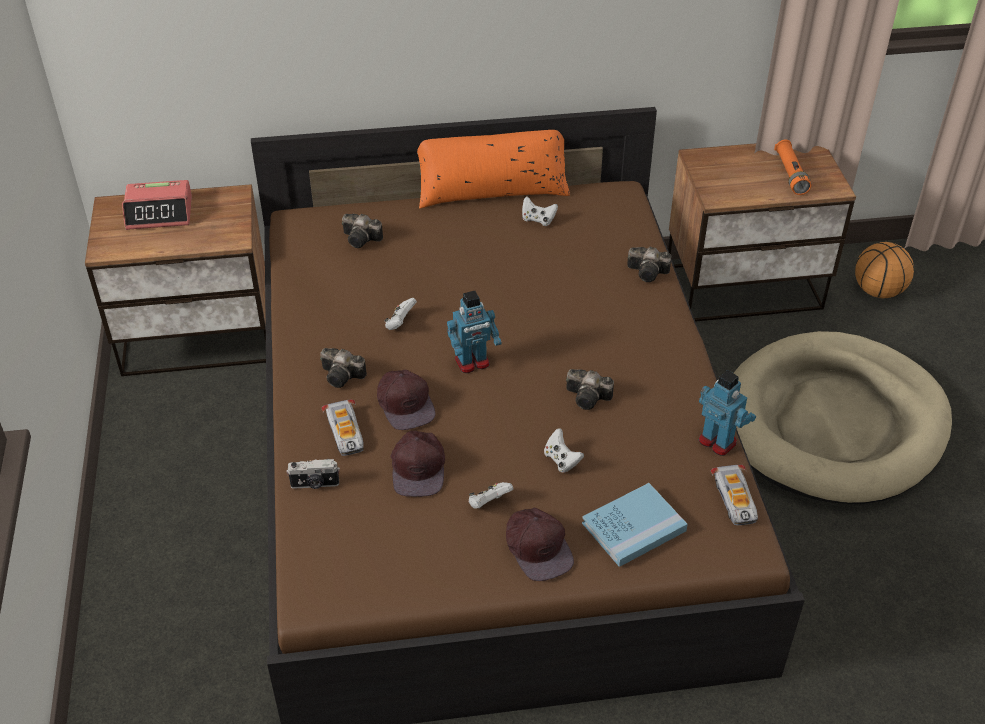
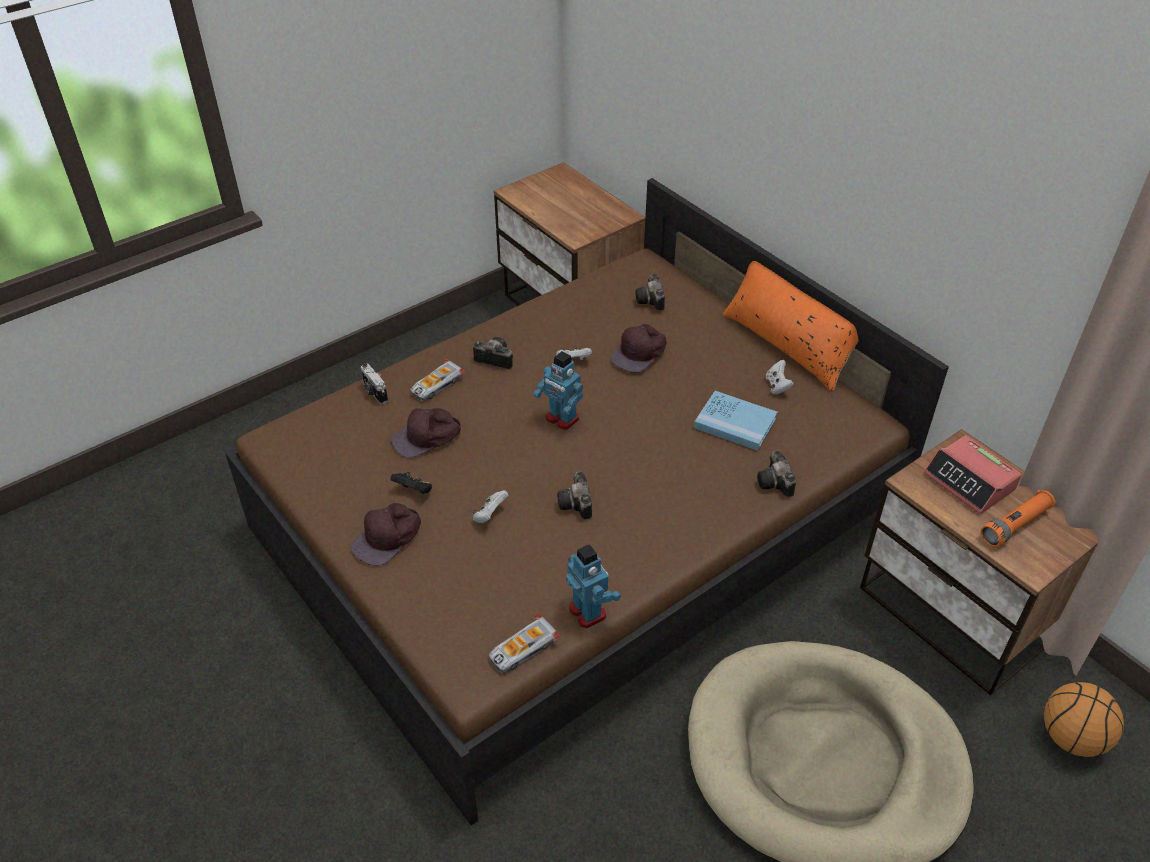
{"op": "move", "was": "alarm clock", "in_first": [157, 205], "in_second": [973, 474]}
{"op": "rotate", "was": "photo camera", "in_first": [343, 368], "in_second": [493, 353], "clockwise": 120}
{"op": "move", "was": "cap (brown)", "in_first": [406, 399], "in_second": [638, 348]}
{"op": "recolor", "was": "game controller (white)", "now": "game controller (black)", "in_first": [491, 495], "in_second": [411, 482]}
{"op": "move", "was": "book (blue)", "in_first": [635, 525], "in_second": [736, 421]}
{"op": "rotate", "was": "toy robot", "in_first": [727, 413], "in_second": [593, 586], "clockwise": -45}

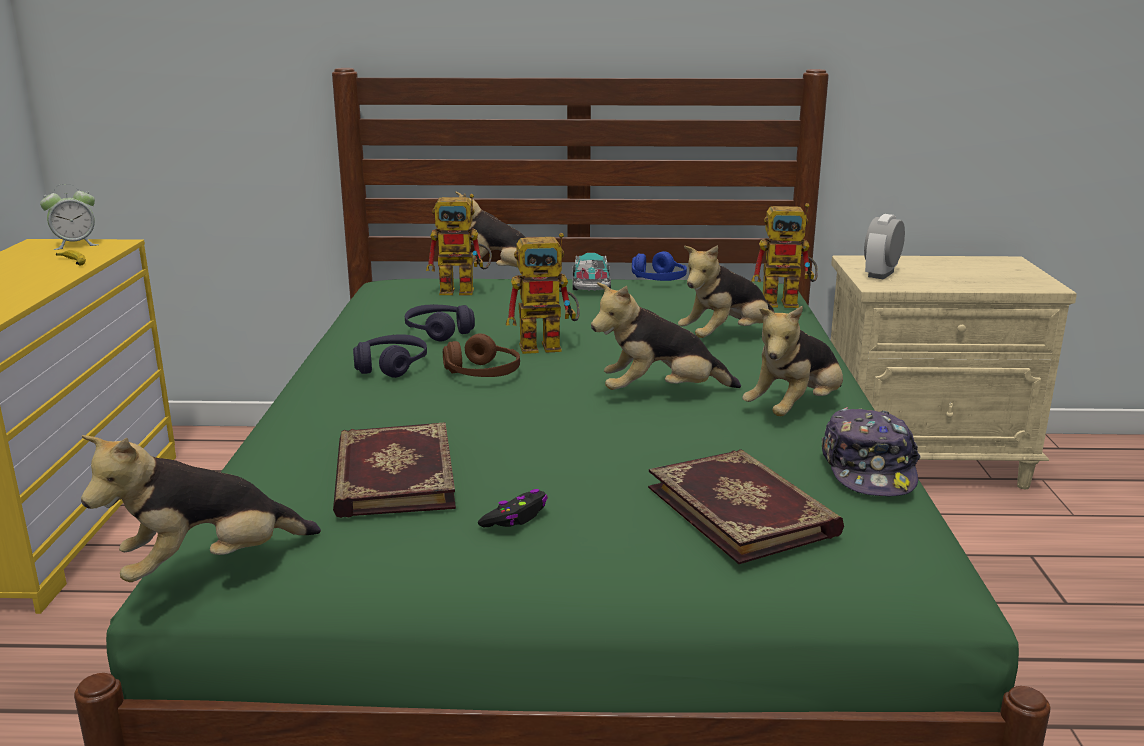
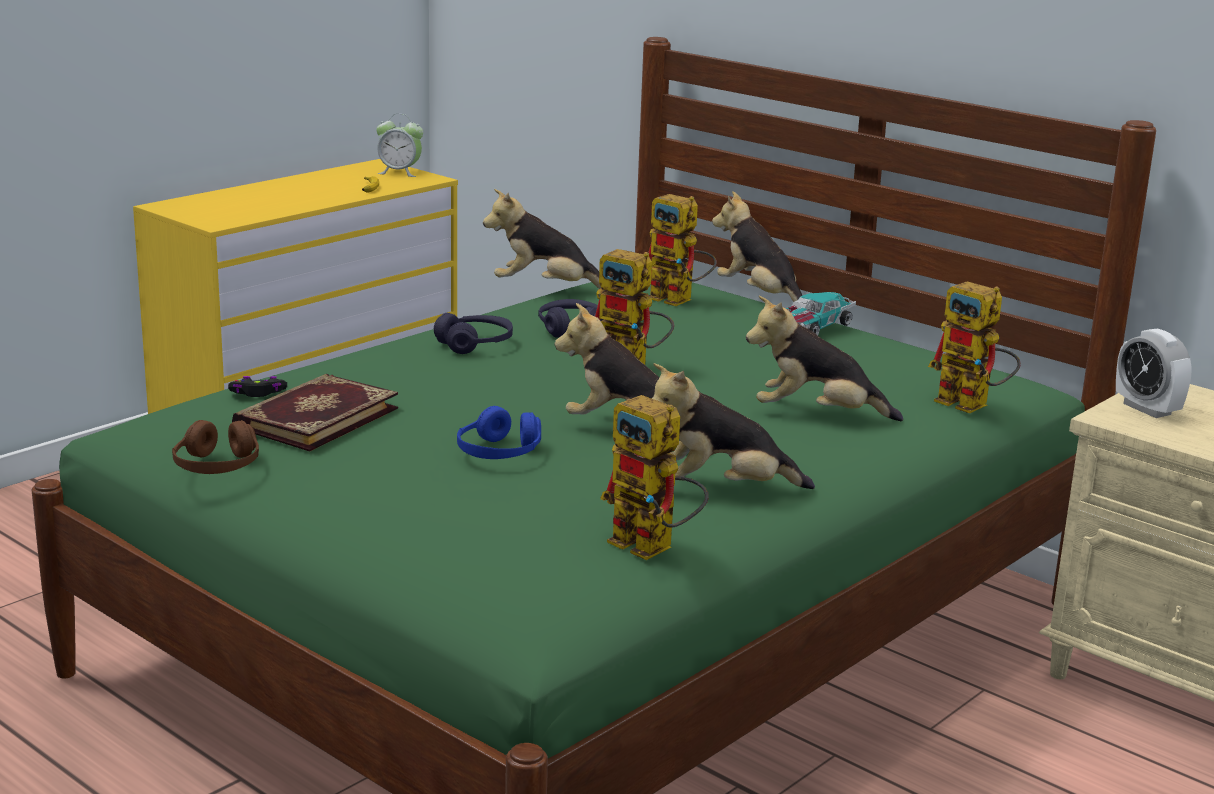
{"op": "move", "was": "plush toy", "in_first": [201, 508], "in_second": [542, 238]}
{"op": "move", "was": "headphones (brown)", "in_first": [481, 355], "in_second": [215, 447]}
{"op": "move", "was": "game controller (black)", "in_first": [513, 508], "in_second": [257, 386]}
{"op": "move", "was": "headphones (blue)", "in_first": [659, 266], "in_second": [499, 432]}
{"op": "delete", "was": "book", "in_first": [746, 506]}
{"op": "replace", "was": "cap", "now": "toy robot", "in_first": [871, 452], "in_second": [654, 477]}
{"op": "rotate", "was": "alarm clock", "in_first": [884, 247], "in_second": [1154, 373], "clockwise": -105}

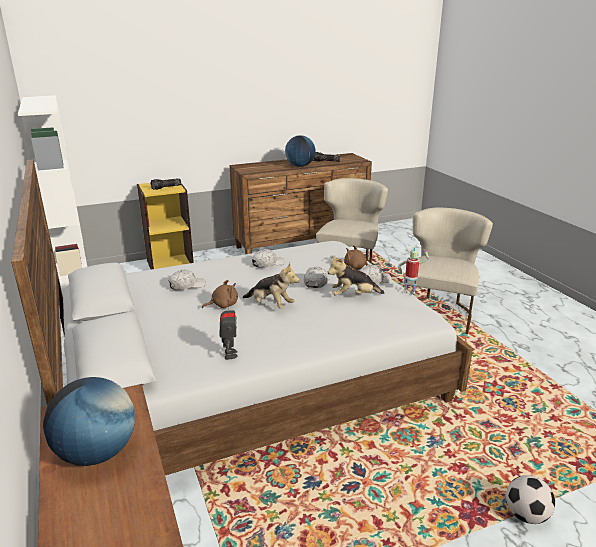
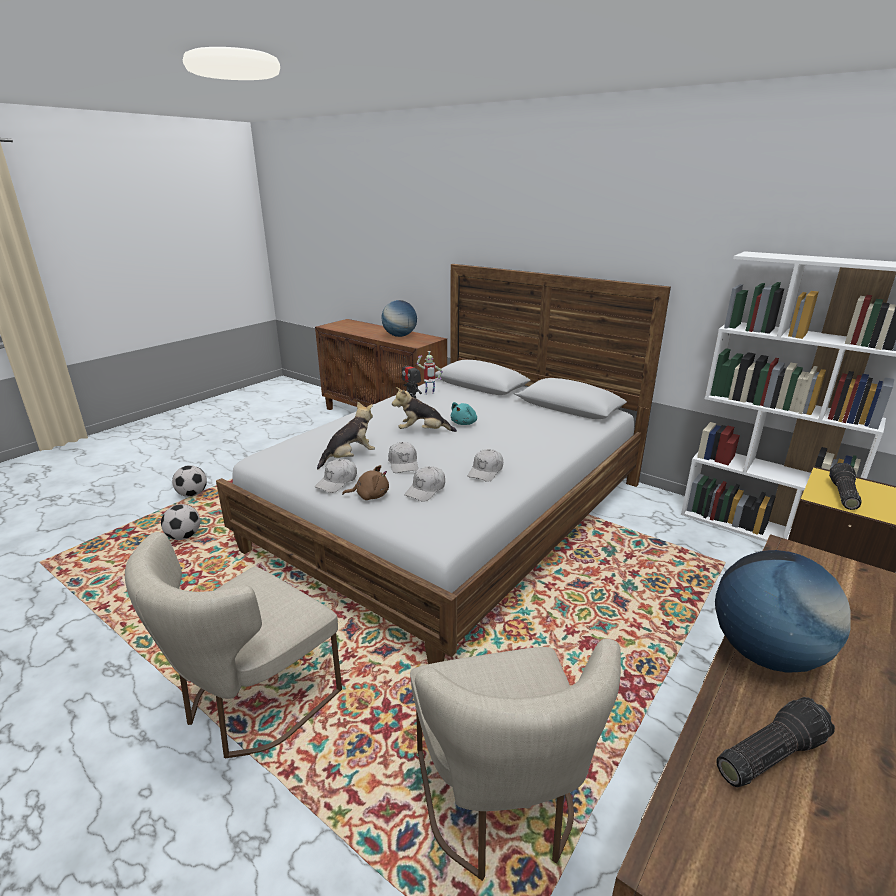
{"op": "move", "was": "cap (white)", "in_first": [187, 279], "in_second": [425, 484]}
{"op": "recolor", "was": "plush toy (brown)", "now": "plush toy (turquoise)", "in_first": [220, 294], "in_second": [464, 413]}
{"op": "move", "was": "toy robot", "in_first": [413, 270], "in_second": [430, 373]}
{"op": "rotate", "was": "chair (beige)", "in_first": [448, 271], "in_second": [233, 645], "clockwise": 45}
{"op": "insert", "now": "football", "in_second": [180, 522]}

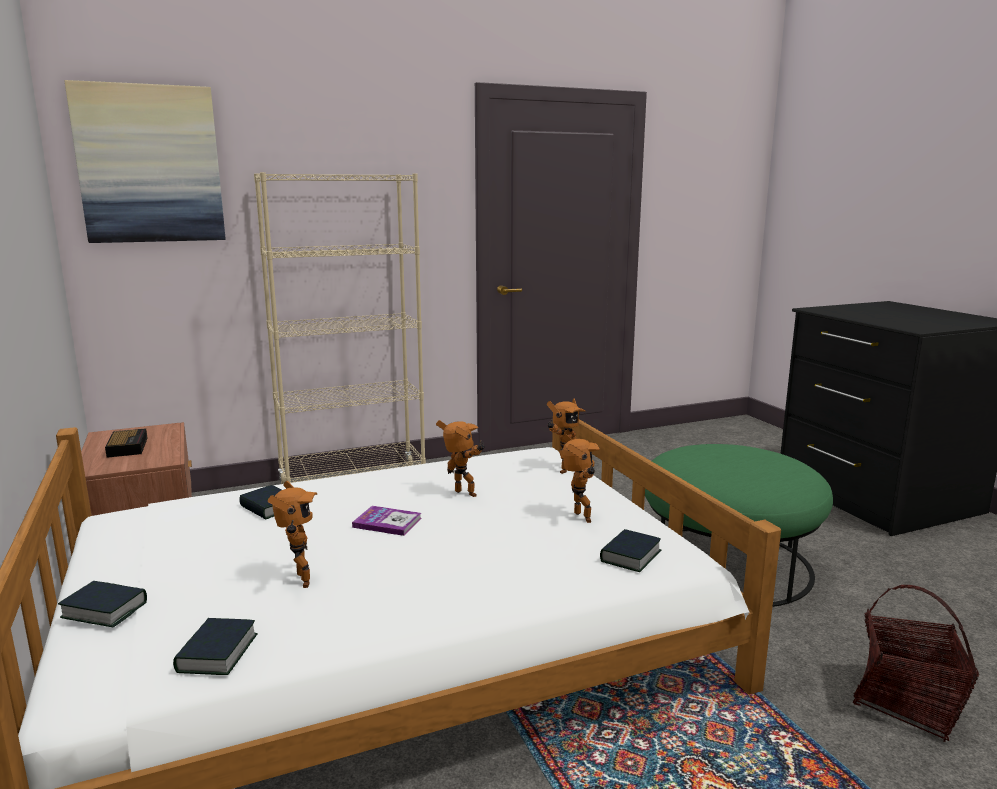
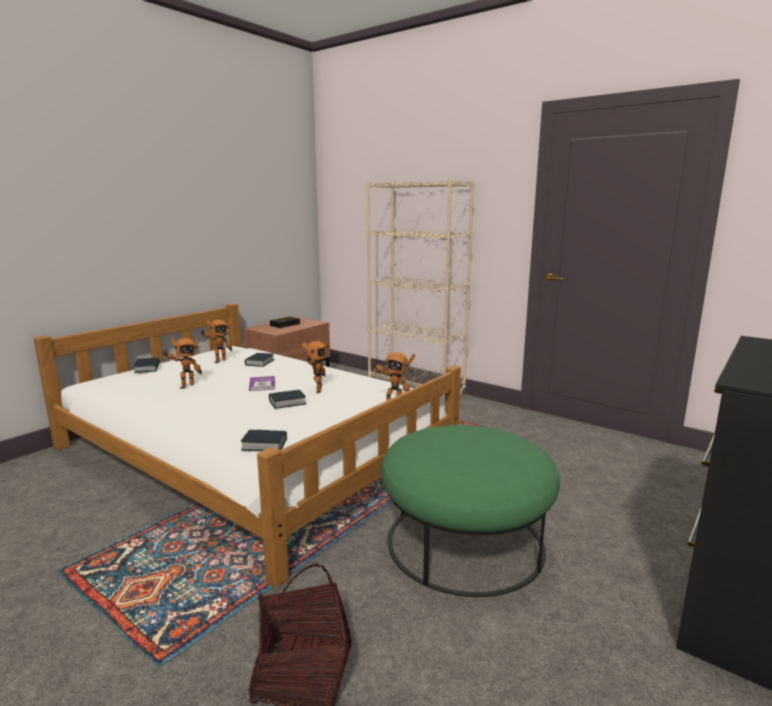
{"op": "delete", "was": "picture", "in_first": [145, 161]}
{"op": "move", "was": "book", "in_first": [215, 646], "in_second": [288, 399]}
{"op": "move", "was": "toy robot", "in_first": [581, 478], "in_second": [216, 341]}

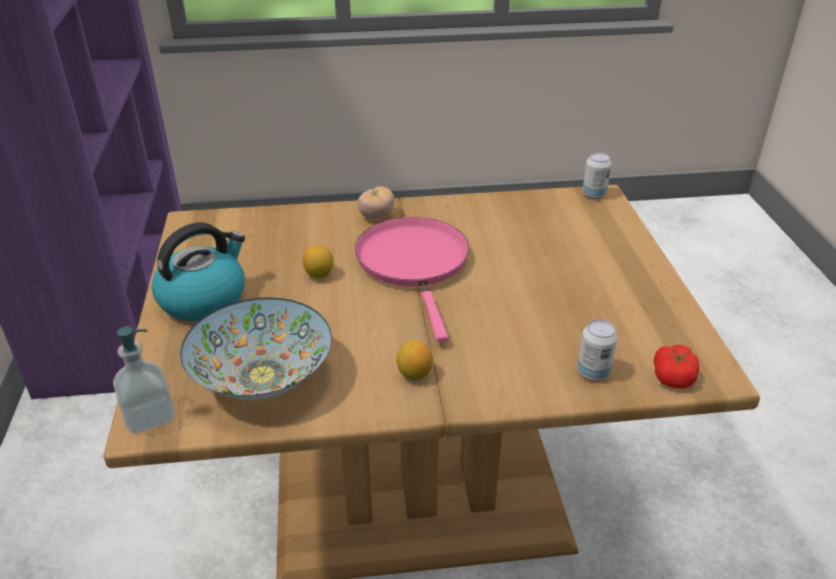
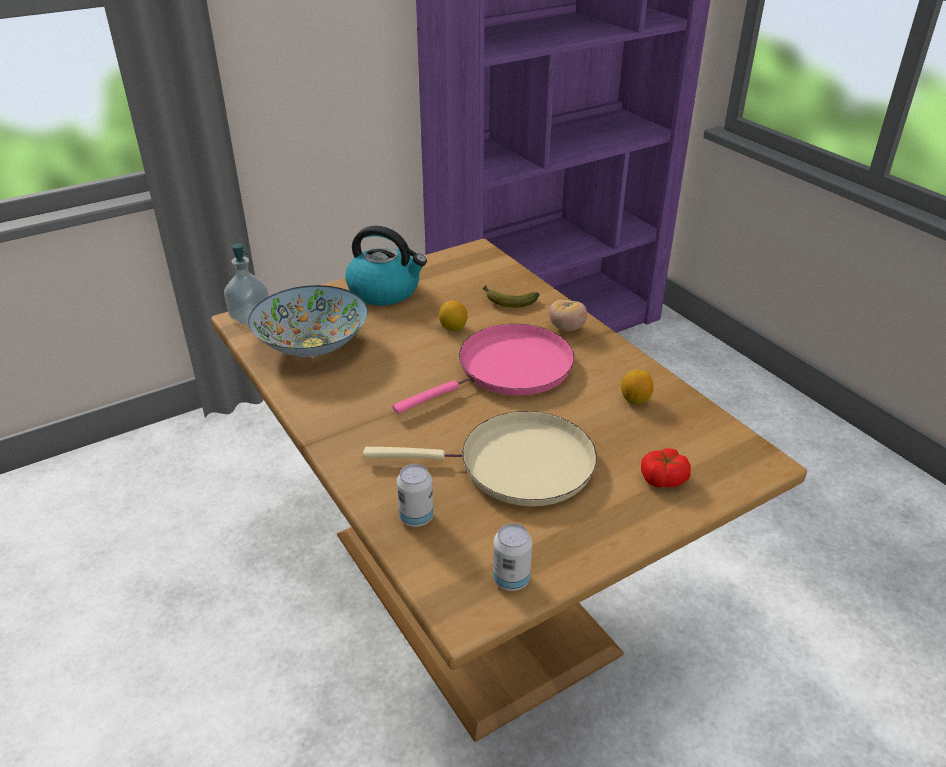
{"op": "move", "was": "lemon", "in_first": [414, 360], "in_second": [637, 387]}
{"op": "move", "was": "can", "in_first": [597, 175], "in_second": [512, 557]}
{"op": "move", "was": "tomato", "in_first": [676, 367], "in_second": [666, 467]}
{"op": "insert", "now": "frying pan (beige)", "in_second": [480, 458]}
{"op": "insert", "now": "banana", "in_second": [510, 296]}

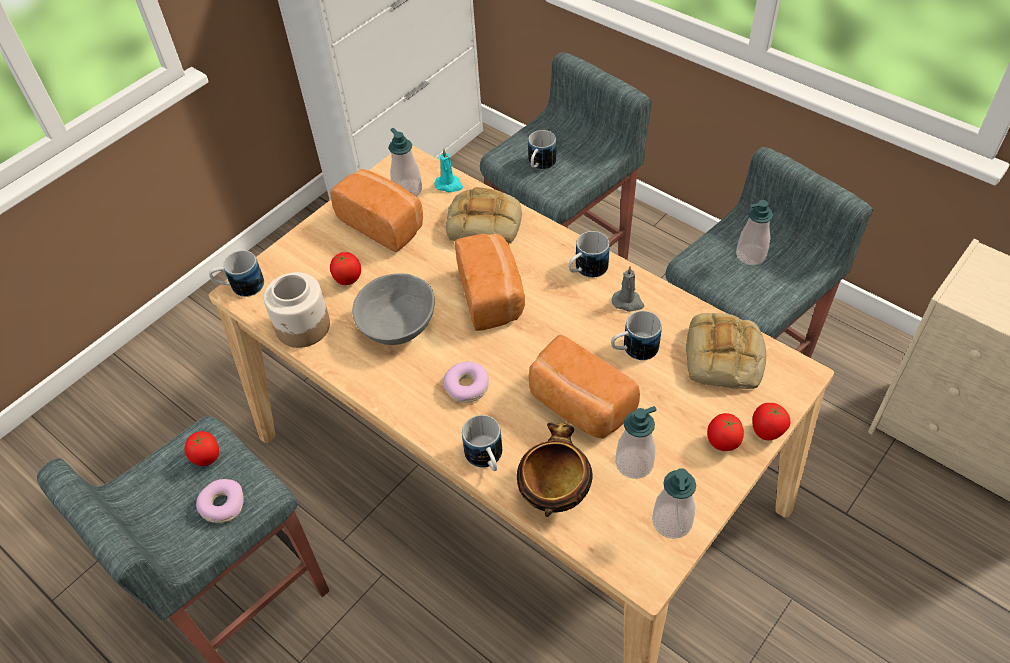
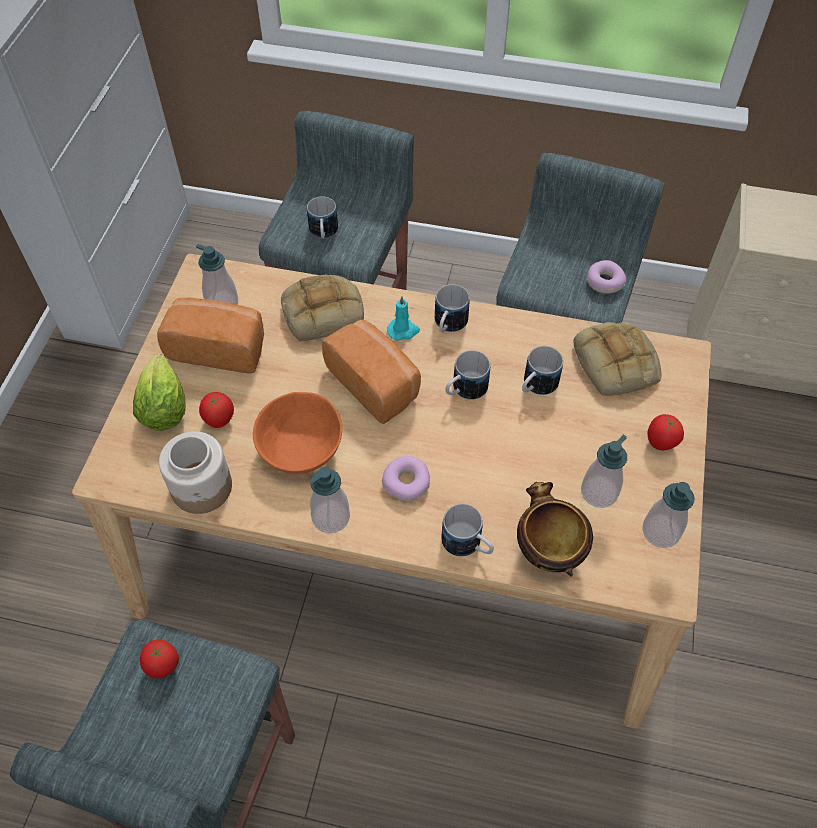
{"op": "move", "was": "donut", "in_first": [220, 501], "in_second": [606, 277]}
{"op": "move", "was": "mug", "in_first": [236, 273], "in_second": [467, 375]}
{"op": "recolor", "was": "bowl (grey)", "now": "bowl (orange)", "in_first": [393, 309], "in_second": [297, 433]}
{"op": "move", "was": "candle (turquoise)", "in_first": [449, 170], "in_second": [403, 318]}
{"op": "delete", "was": "bread", "in_first": [584, 387]}
{"op": "delete", "was": "candle (grey)", "in_first": [628, 289]}
{"op": "move", "was": "soap dispenser", "in_first": [754, 232], "in_second": [330, 500]}
{"op": "delete", "was": "tomato", "in_first": [771, 421]}
{"op": "insert", "now": "lettuce", "in_second": [159, 392]}

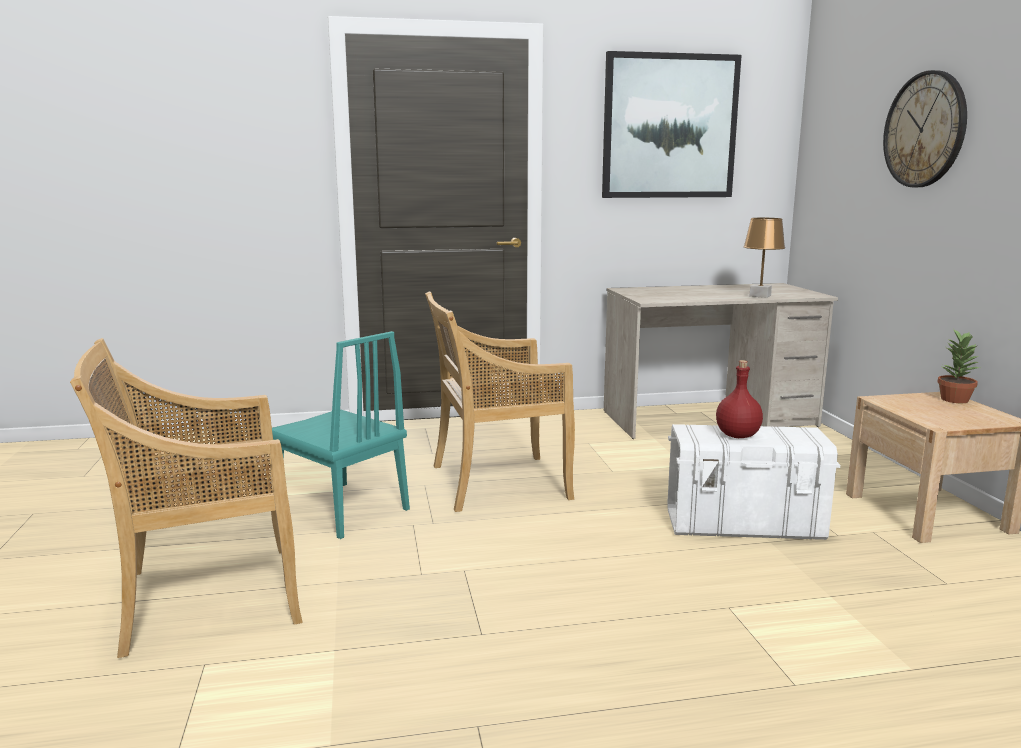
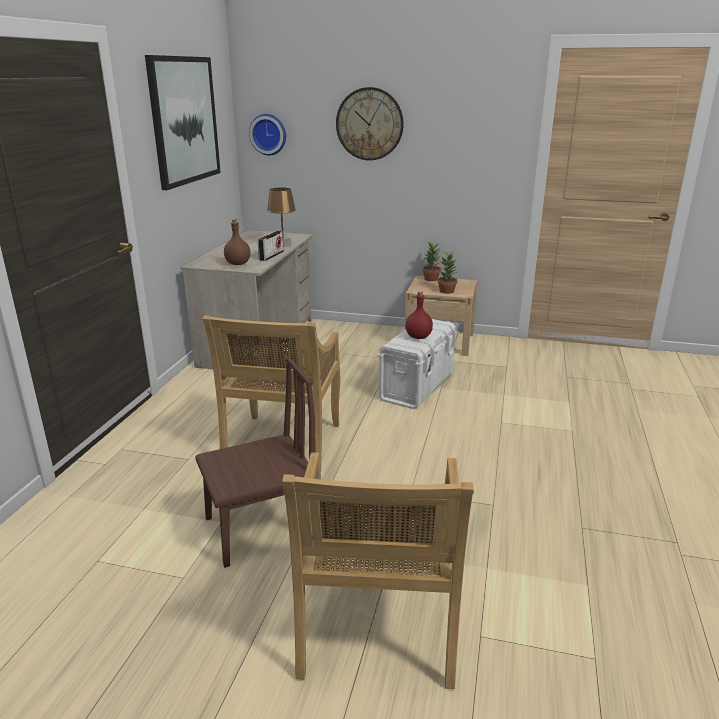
{"op": "recolor", "was": "chair (turquoise)", "now": "chair (brown)", "in_first": [341, 435], "in_second": [255, 462]}
{"op": "insert", "now": "bottle (brown)", "in_second": [237, 242]}
{"op": "insert", "now": "wall clock", "in_second": [267, 135]}
{"op": "insert", "now": "radio", "in_second": [271, 246]}
{"op": "insert", "now": "potted plant", "in_second": [448, 272]}

